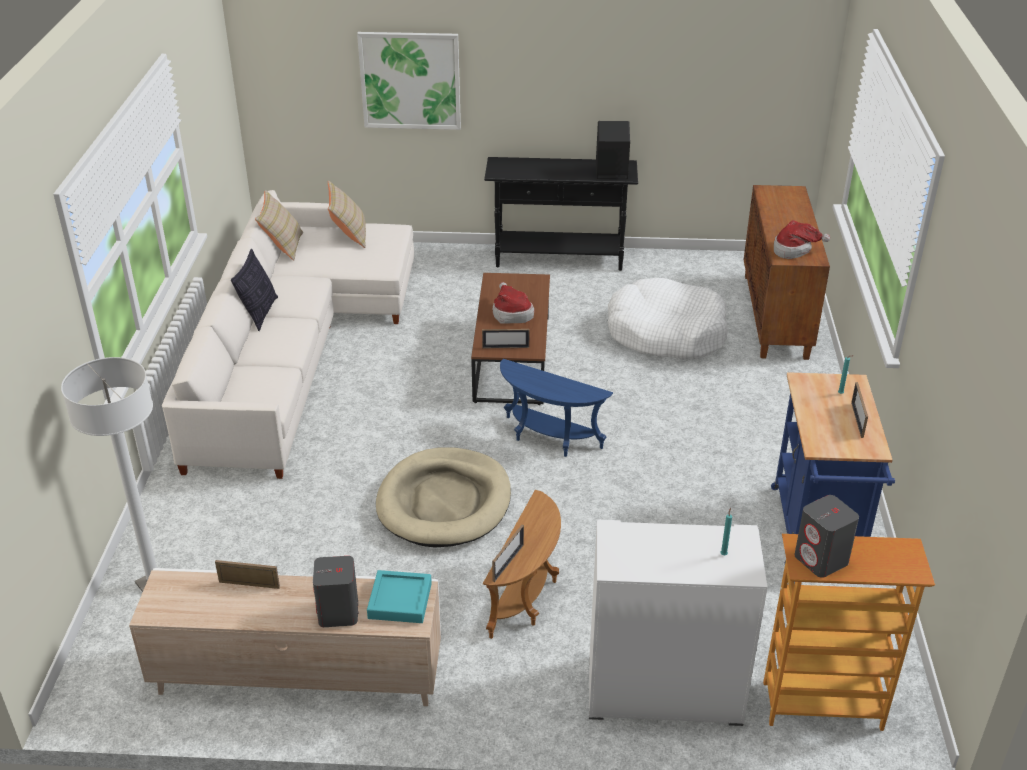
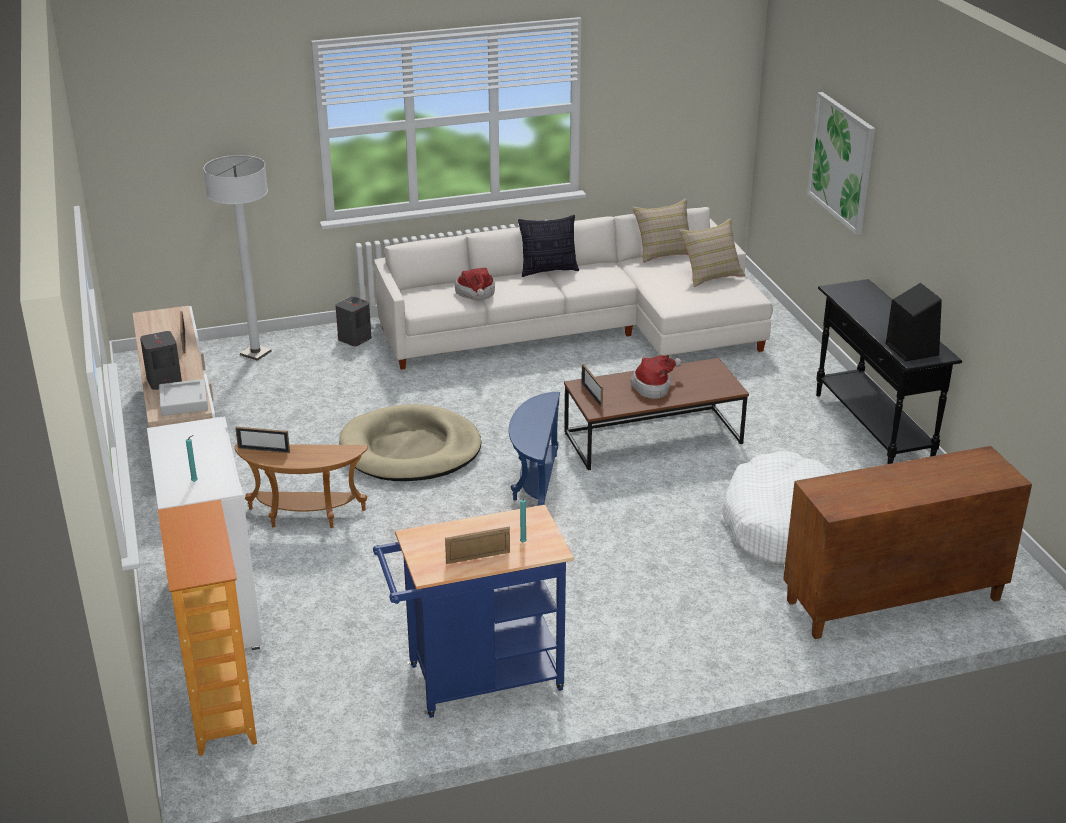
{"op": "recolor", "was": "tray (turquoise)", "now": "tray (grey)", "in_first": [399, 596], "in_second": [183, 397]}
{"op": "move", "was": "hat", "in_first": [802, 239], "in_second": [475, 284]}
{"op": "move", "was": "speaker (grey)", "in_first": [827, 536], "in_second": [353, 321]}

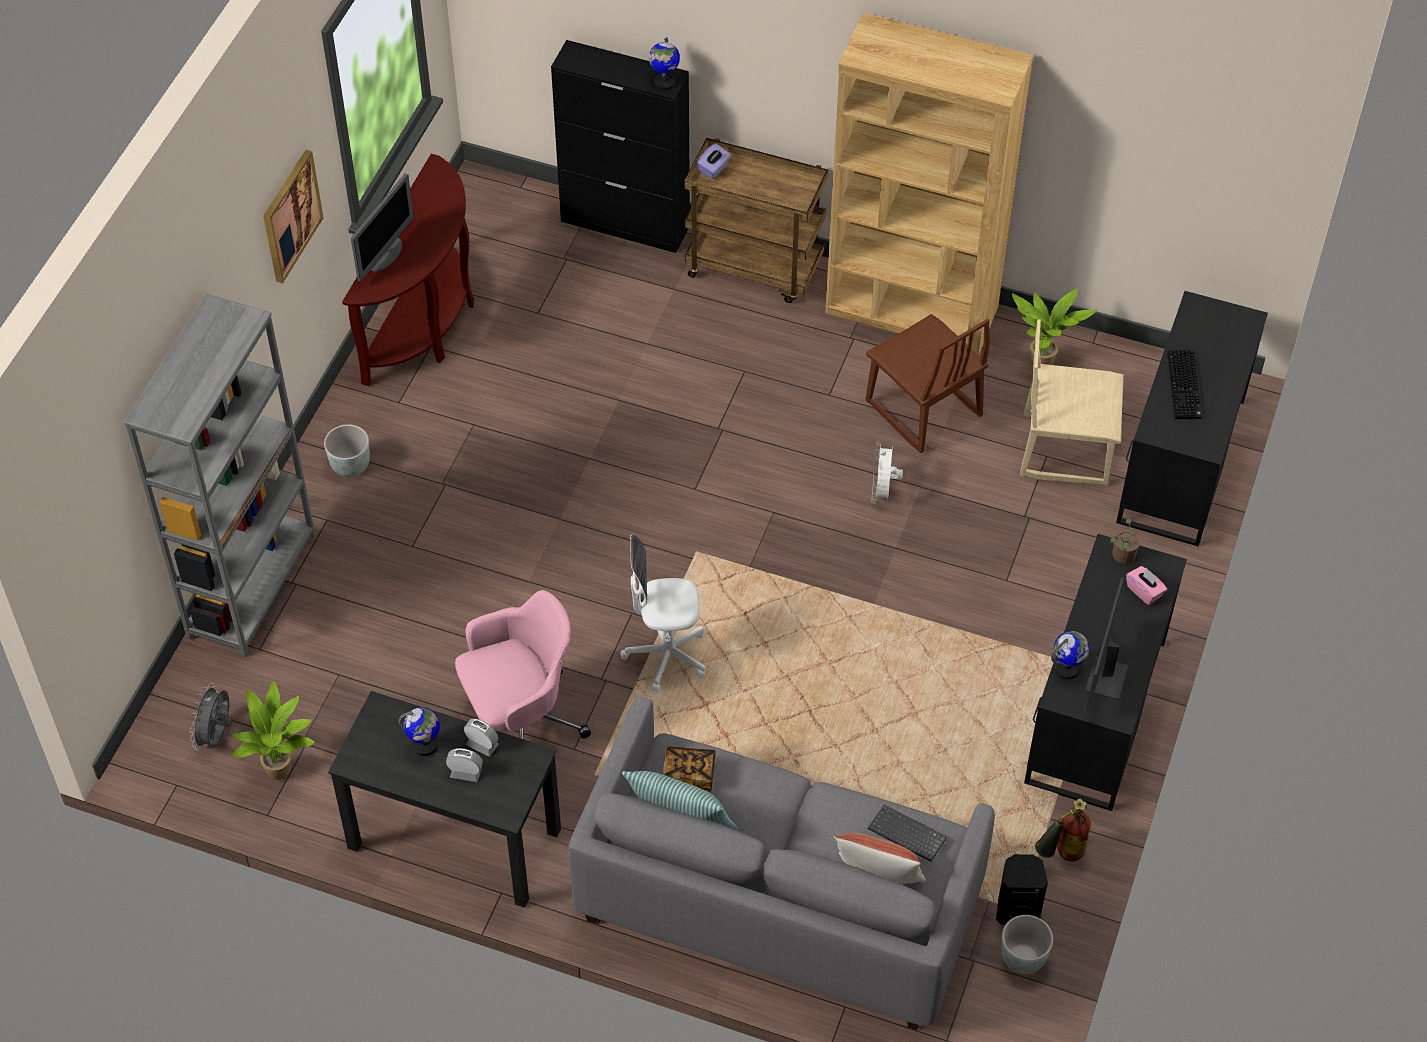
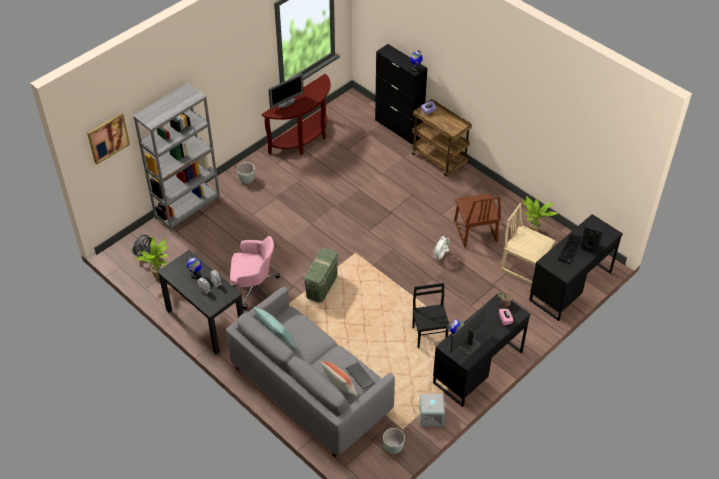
{"op": "move", "was": "picture", "in_first": [293, 217], "in_second": [108, 139]}
{"op": "replace", "was": "office chair (white)", "now": "storage box (green)", "in_first": [663, 613], "in_second": [321, 275]}
{"op": "delete", "was": "book", "in_first": [689, 769]}
{"op": "delete", "was": "bookcase (brown)", "in_first": [929, 183]}
{"op": "move", "was": "speaker (black)", "in_first": [1022, 889], "in_second": [592, 236]}
{"op": "replace", "was": "fire extinguisher", "now": "storage box (grey)", "in_first": [1063, 830], "in_second": [432, 410]}
{"op": "insert", "now": "chair (black)", "in_second": [430, 315]}

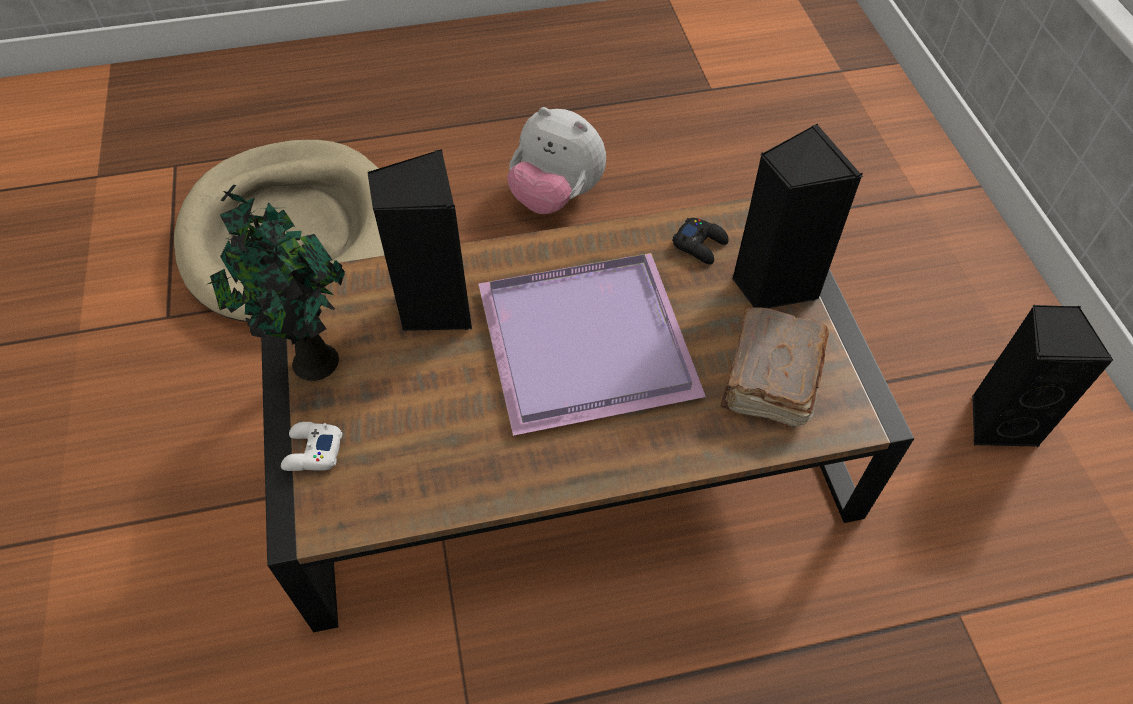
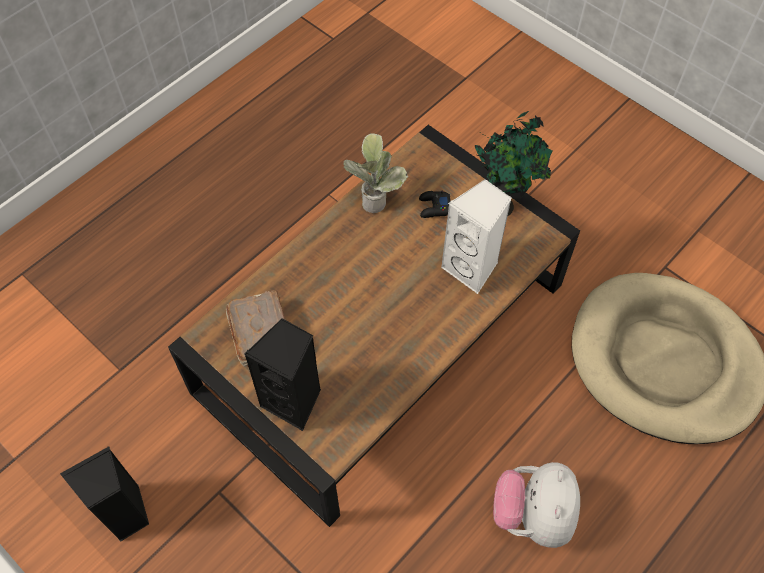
{"op": "delete", "was": "game controller (white)", "in_first": [312, 446]}
{"op": "recolor", "was": "speaker (black)", "now": "speaker (white)", "in_first": [419, 240], "in_second": [476, 236]}
{"op": "delete", "was": "tray (purple)", "in_first": [592, 344]}
{"op": "rotate", "was": "plush toy", "in_first": [556, 160], "in_second": [536, 505], "clockwise": -75}
{"op": "move", "was": "game controller (black)", "in_first": [700, 241], "in_second": [434, 204]}
{"op": "insert", "now": "potted plant", "in_second": [375, 173]}

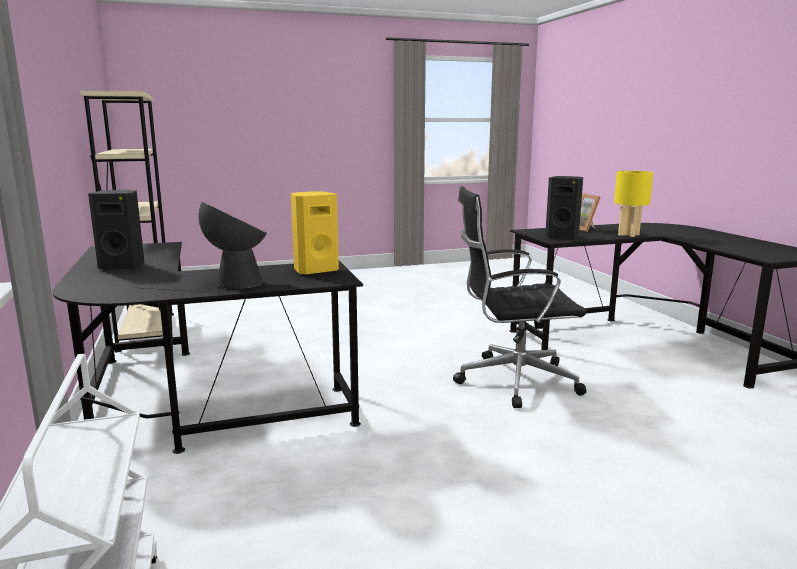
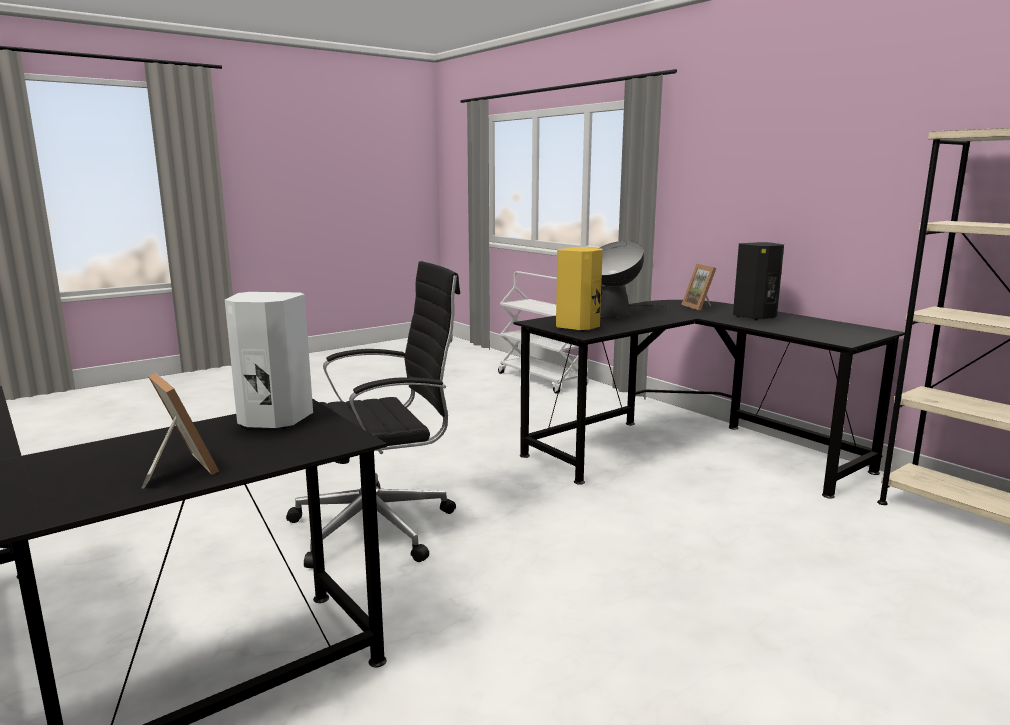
{"op": "recolor", "was": "speaker (black)", "now": "speaker (white)", "in_first": [564, 208], "in_second": [269, 360]}
{"op": "delete", "was": "table lamp (yellow)", "in_first": [633, 204]}
{"op": "insert", "now": "picture frame", "in_second": [698, 287]}

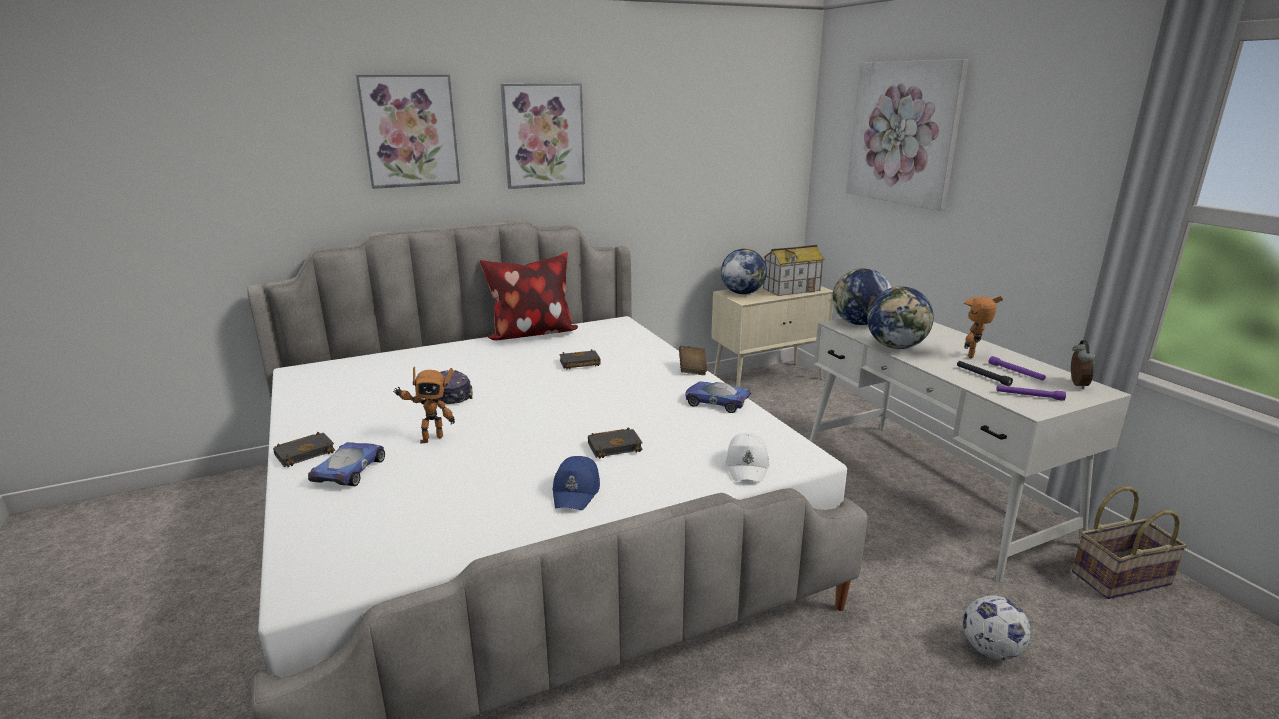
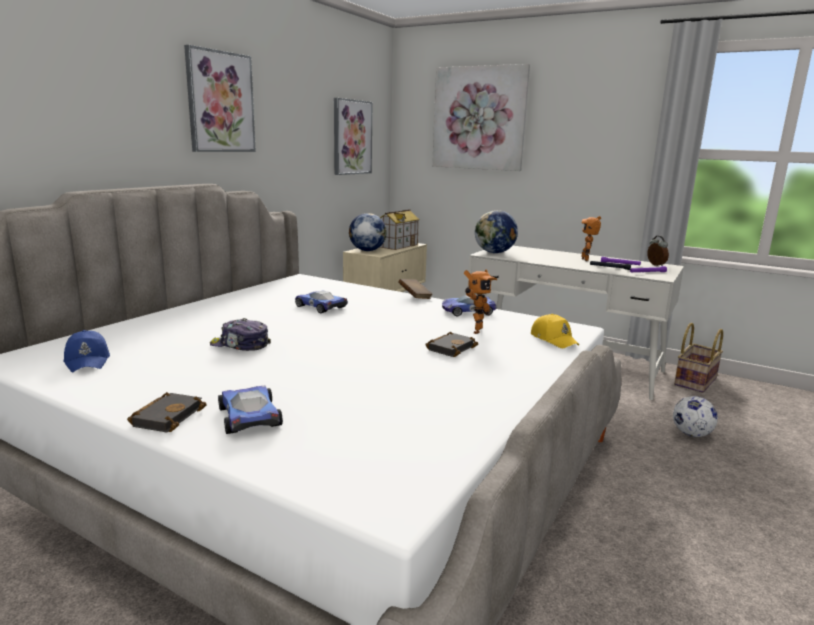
{"op": "move", "was": "picture", "in_first": [408, 131], "in_second": [353, 136]}
{"op": "move", "was": "toy robot", "in_first": [424, 405], "in_second": [480, 301]}
{"op": "delete", "was": "pillow", "in_first": [528, 296]}
{"op": "move", "was": "cap (blue)", "in_first": [576, 483], "in_second": [87, 351]}
{"op": "replace", "was": "book (black)", "now": "toy car", "in_first": [580, 359], "in_second": [321, 301]}
{"op": "recolor", "was": "cap (white)", "now": "cap (yellow)", "in_first": [747, 457], "in_second": [555, 331]}
{"op": "delete", "was": "globe", "in_first": [900, 317]}

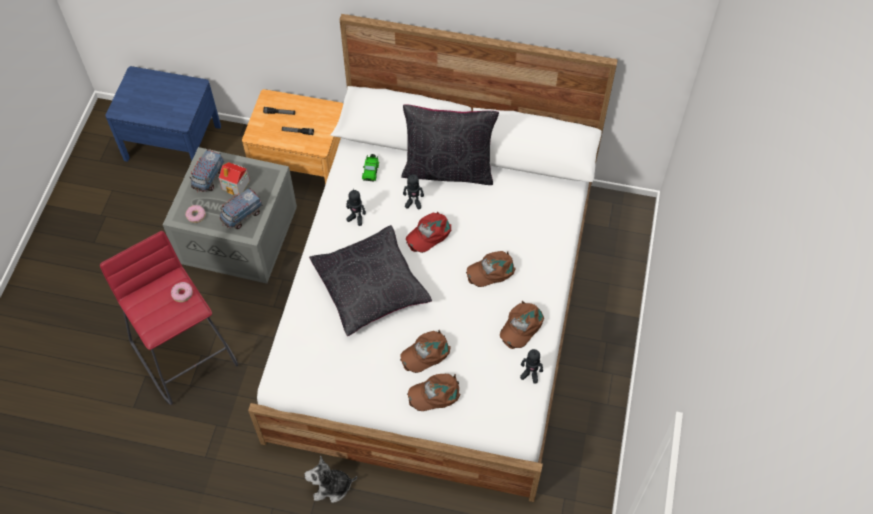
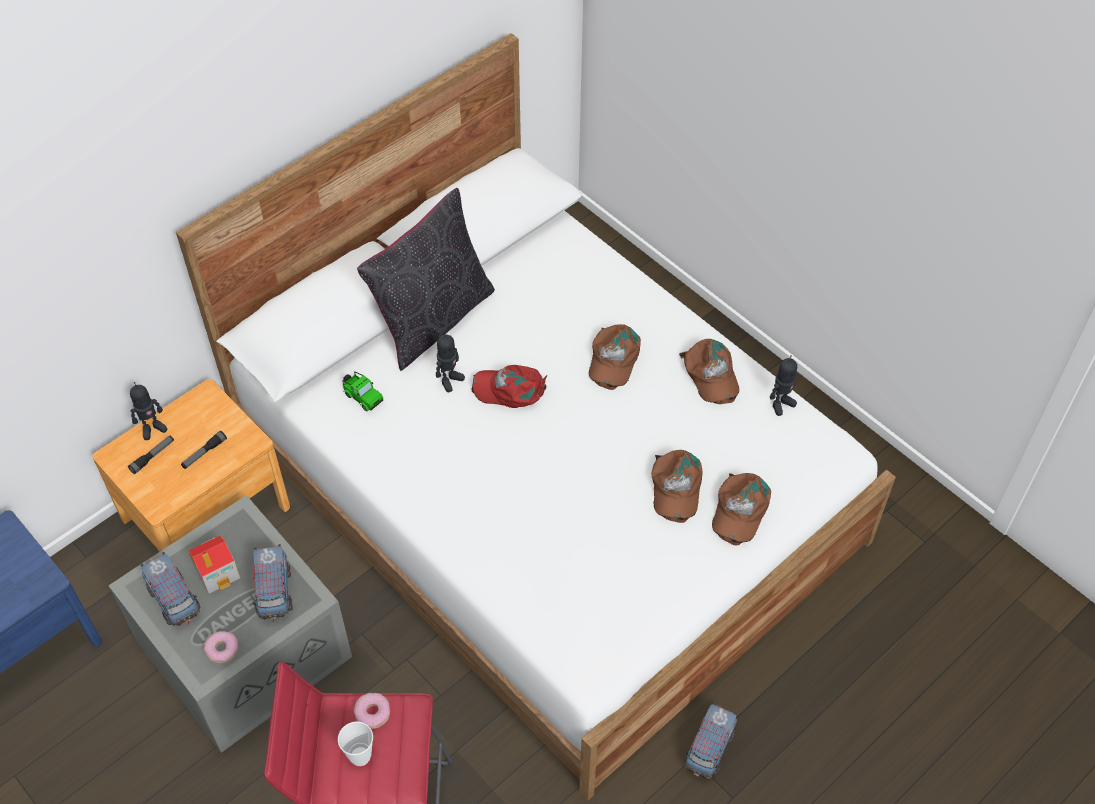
{"op": "replace", "was": "plush toy", "now": "toy truck", "in_first": [330, 479], "in_second": [711, 740]}
{"op": "delete", "was": "pillow (black)", "in_first": [370, 280]}
{"op": "move", "was": "toy robot", "in_first": [356, 207], "in_second": [148, 411]}
{"op": "rotate", "was": "cap (red)", "in_first": [428, 232], "in_second": [509, 386], "clockwise": 105}
{"op": "insert", "now": "cup", "in_second": [355, 744]}

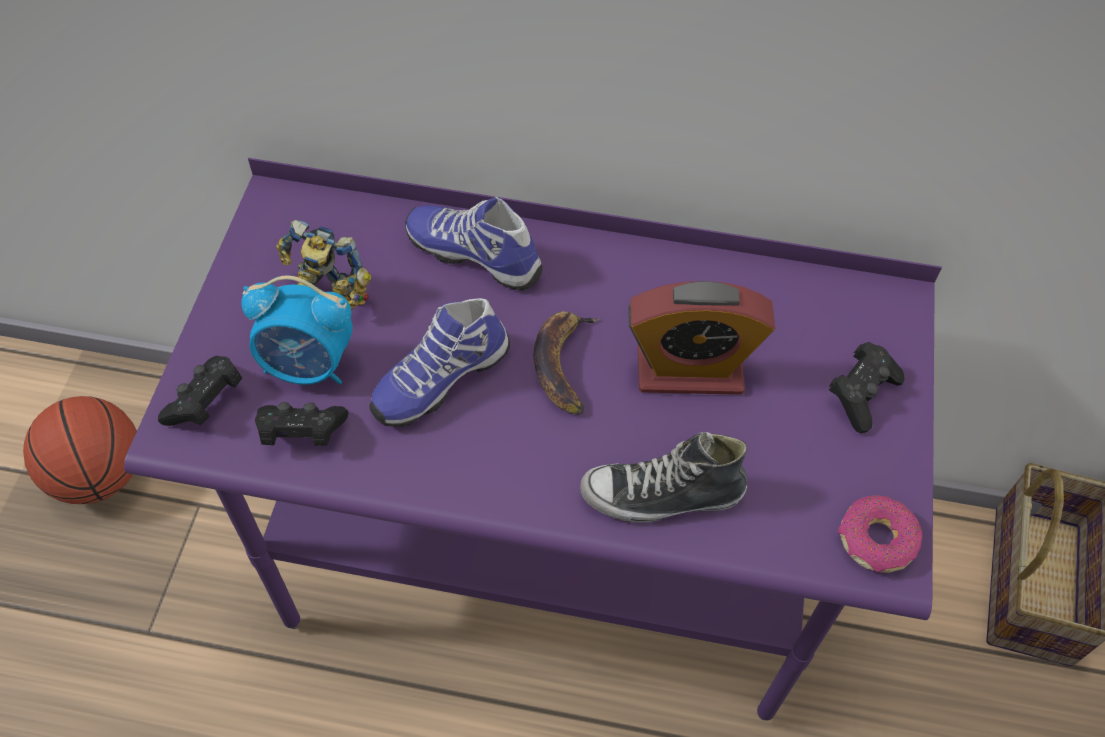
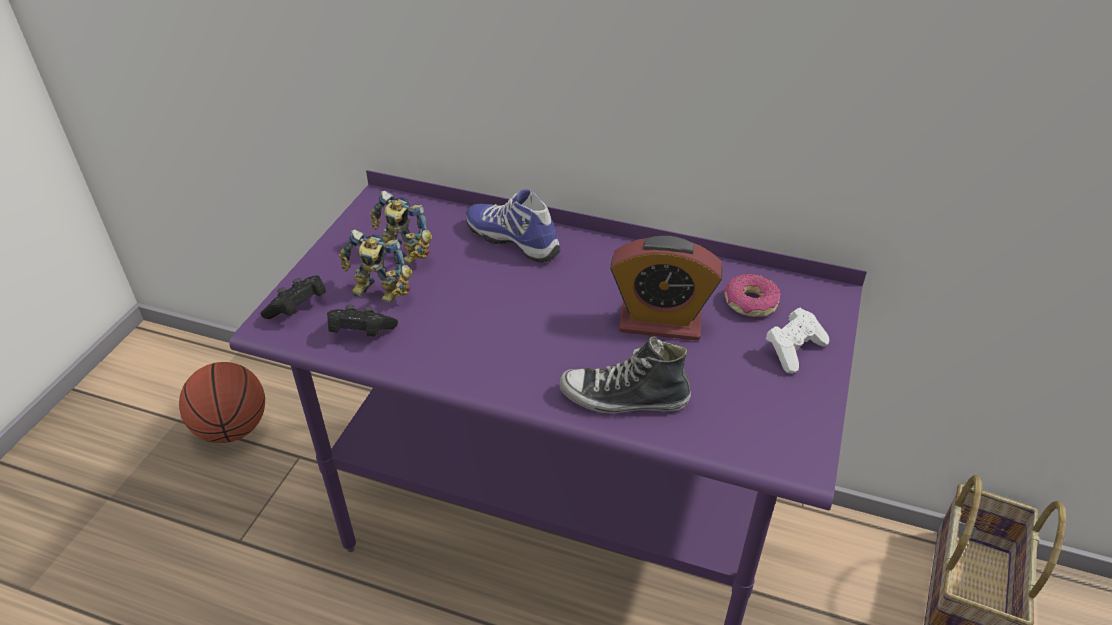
{"op": "replace", "was": "alarm clock", "now": "toy robot", "in_first": [296, 330], "in_second": [375, 265]}
{"op": "delete", "was": "shoe", "in_first": [439, 362]}
{"op": "delete", "was": "banana", "in_first": [566, 363]}
{"op": "recolor", "was": "game controller (black)", "now": "game controller (white)", "in_first": [866, 387], "in_second": [797, 341]}
{"op": "move", "was": "donut", "in_first": [880, 534], "in_second": [752, 295]}

